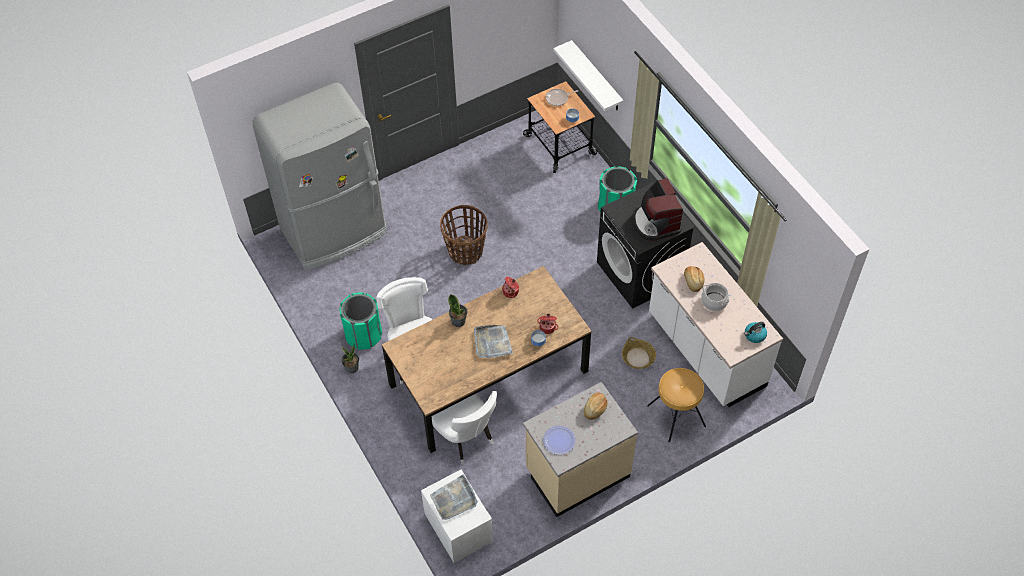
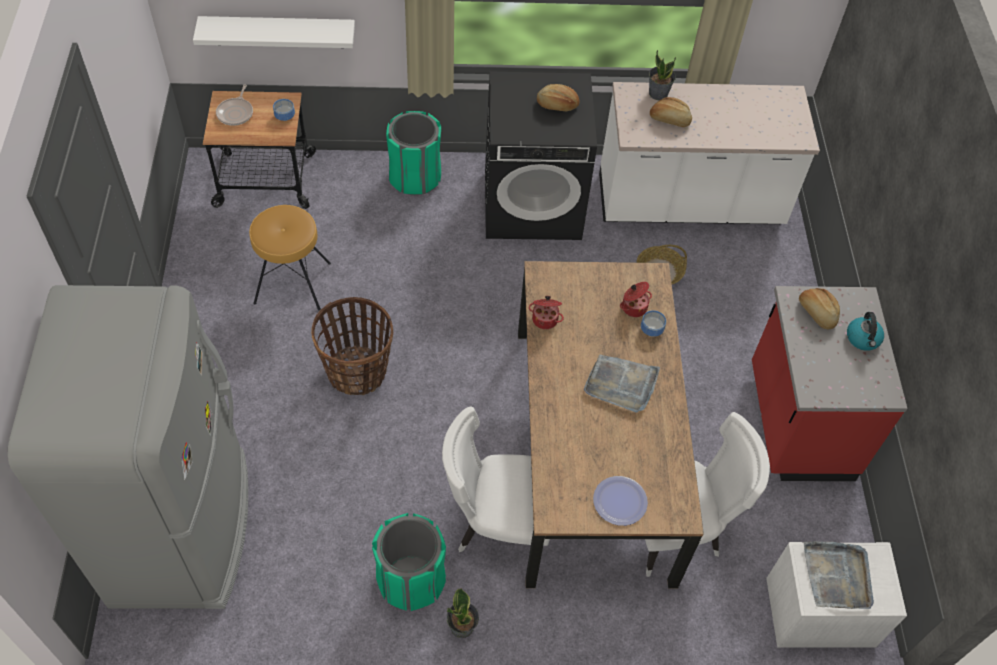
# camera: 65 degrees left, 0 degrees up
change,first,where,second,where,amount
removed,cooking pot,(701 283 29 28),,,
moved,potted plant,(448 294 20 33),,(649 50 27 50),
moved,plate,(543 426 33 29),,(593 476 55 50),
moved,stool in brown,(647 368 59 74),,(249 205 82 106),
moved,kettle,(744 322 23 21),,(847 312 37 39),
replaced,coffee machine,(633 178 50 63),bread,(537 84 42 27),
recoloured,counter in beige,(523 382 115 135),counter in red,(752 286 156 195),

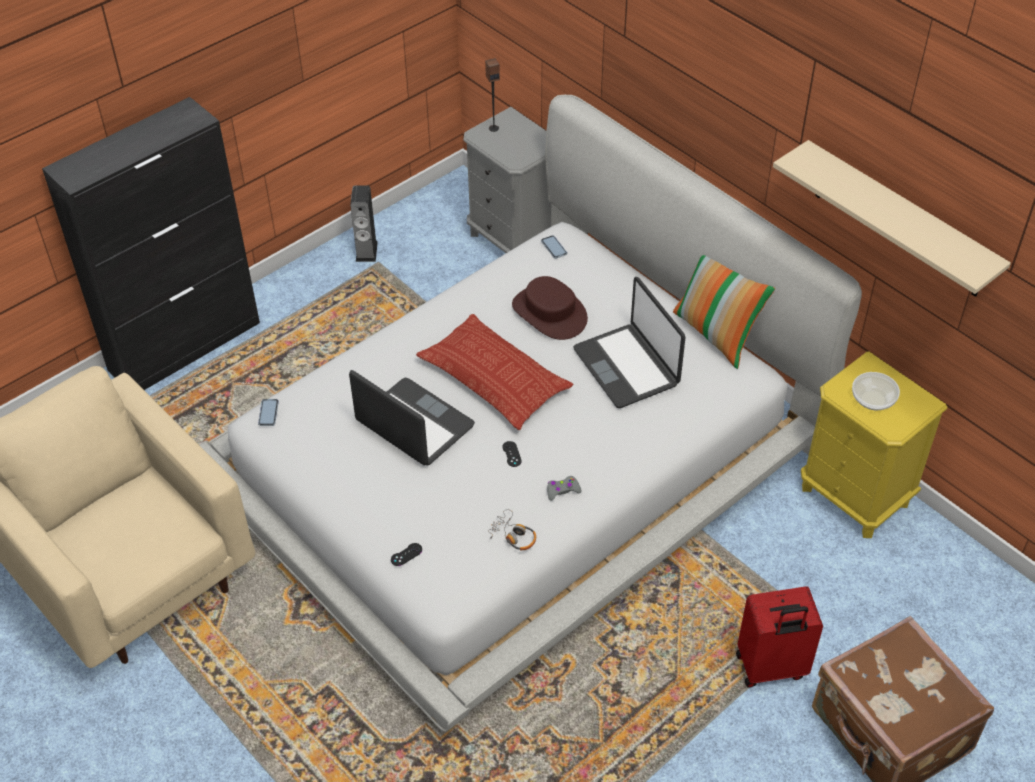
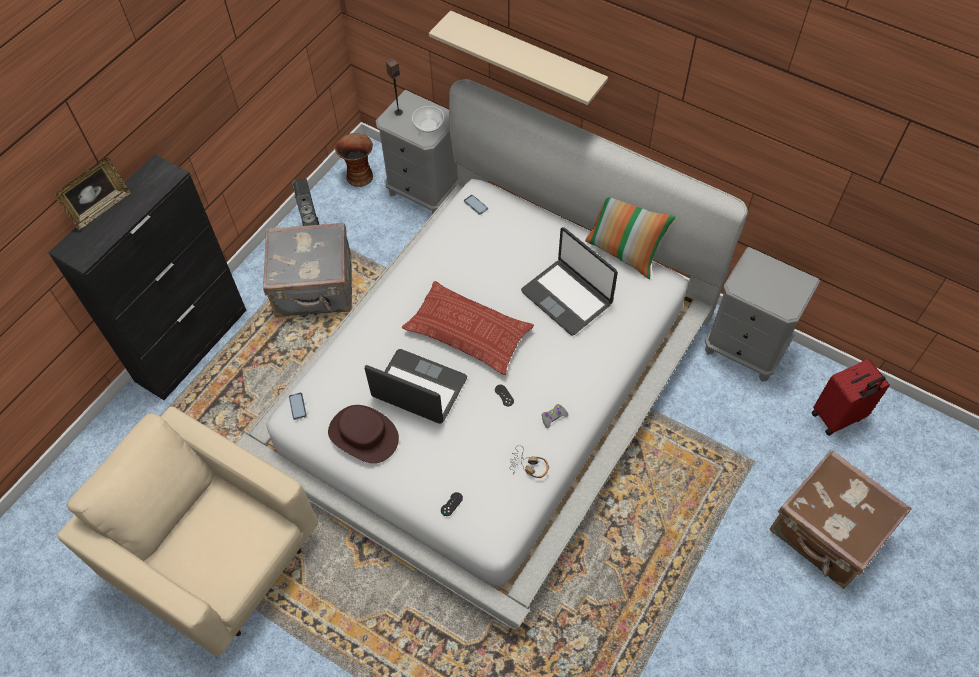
# camera: 15 degrees left, 10 degrees up
change,first,where,second,where,amount
added,,,picture frame,(55 158 76 72),
added,,,suitcase in grey,(263 222 89 95),
added,,,vase,(335 133 38 54),
moved,hat in brown,(512 276 76 64),,(328 405 71 58),
moved,suitcase in red,(736 586 87 101),,(811 359 79 77),
moved,shelf in beige,(773 140 238 157),,(429 10 179 95),
moved,bowl,(852 372 48 38),,(412 106 32 27),
recoloured,nightstand in yellow,(801 351 147 187),nightstand in grey,(705 247 115 135),

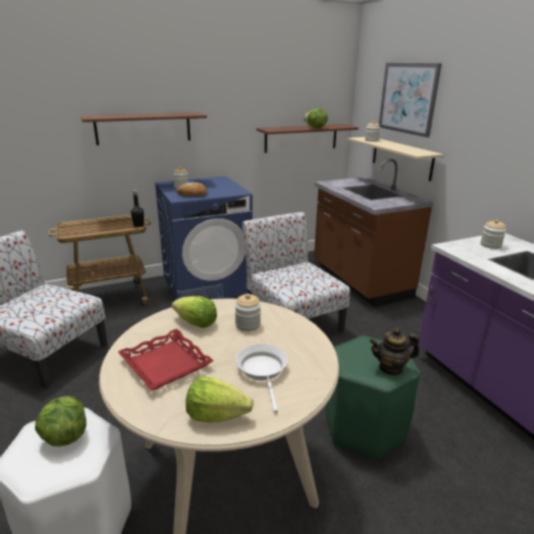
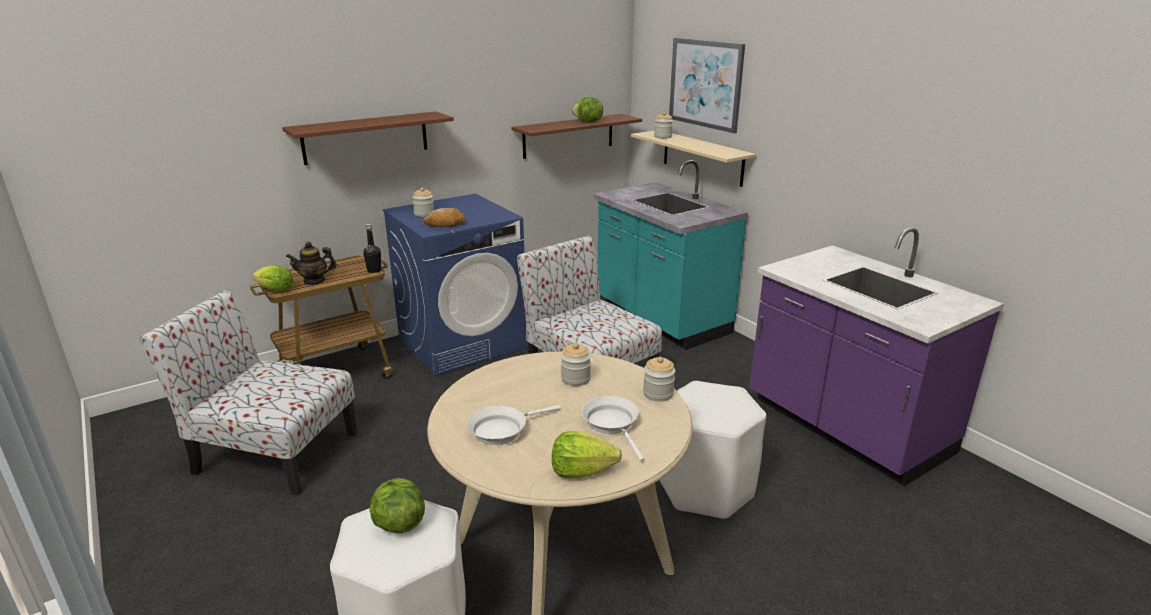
# camera: 10 degrees left, 0 degrees up
change,first,where,second,where,amount
moved,lettuce,(172 296 45 32),,(252 265 42 27),
moved,teapot,(369 328 50 48),,(286 242 51 43),
moved,jar,(480 219 26 30),,(643 357 32 45),
replaced,tray in red,(118 329 96 61),frying pan in white,(467 405 94 40),
recoloured,counter in brown,(314 159 120 148),counter in turquoise,(593 160 155 190),
recoloured,stool in green,(326 335 94 126),stool in white,(660 381 106 139),

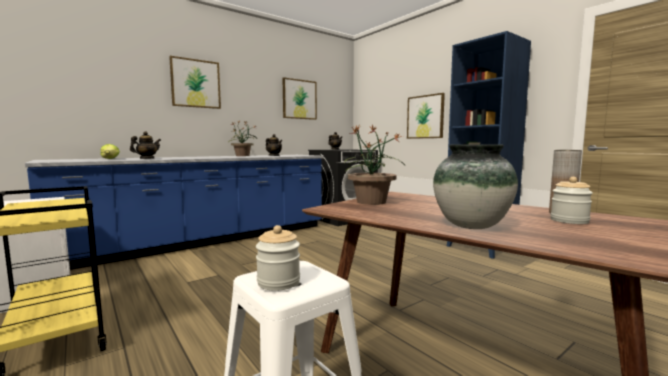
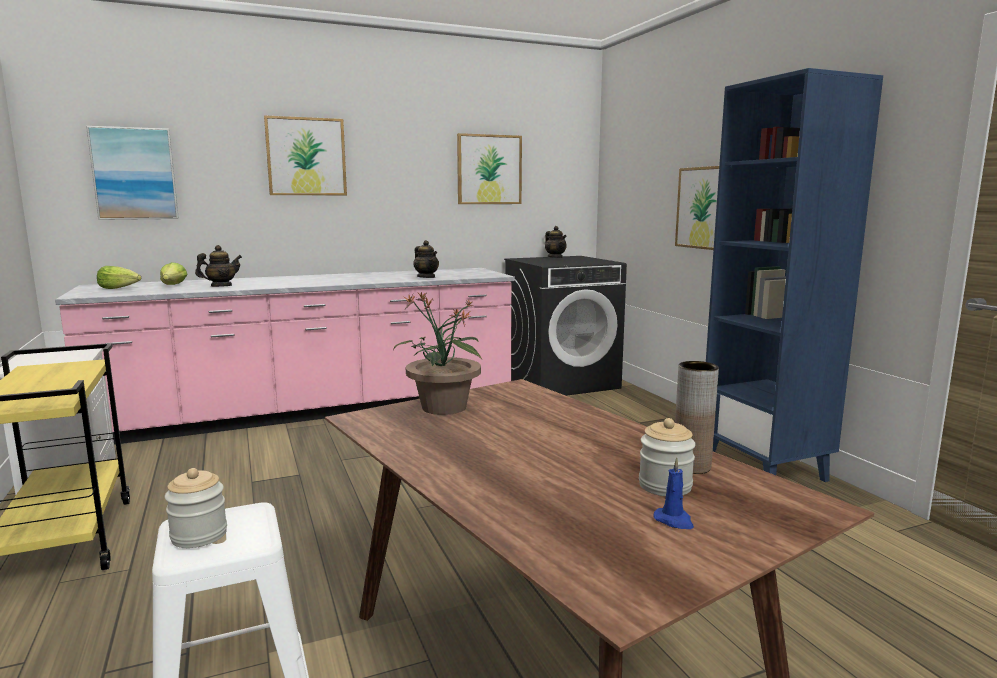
# camera: 15 degrees right, 5 degrees up
change,first,where,second,where,amount
removed,potted plant,(228 121 29 35),,,
removed,vase,(433 145 85 84),,,
added,,,picture,(86 126 93 94),
added,,,lettuce,(97 266 44 23),
added,,,candle in blue,(653 458 41 71),
recoloured,counter in blue,(25 155 299 115),counter in pink,(55 268 460 177),

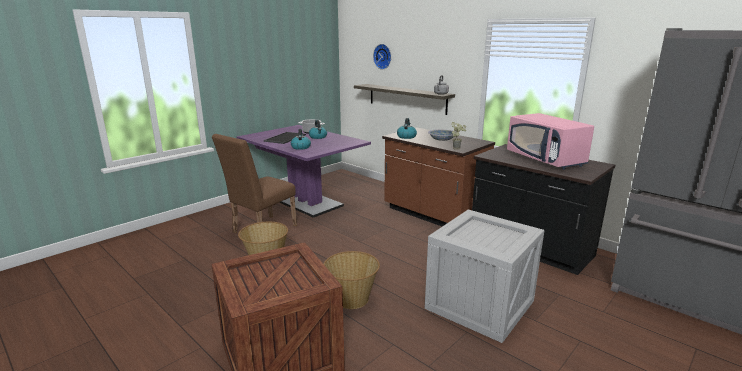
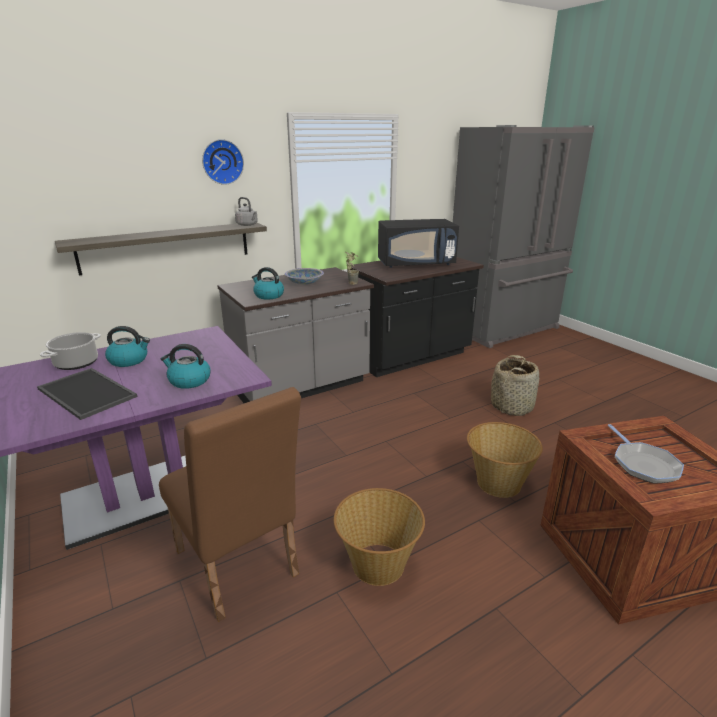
# camera: 75 degrees left, 5 degrees up
change,first,where,second,where,amount
added,,,frying pan,(608 424 76 60),
moved,wall clock,(373 44 18 25),,(202 139 42 46),
replaced,crate,(425 210 119 133),basket,(491 355 48 61),
recoloured,counter in brown,(382 127 113 99),counter in grey,(217 267 157 136),
recoloured,microwave in pink,(507 113 87 57),microwave in black,(378 219 81 49),

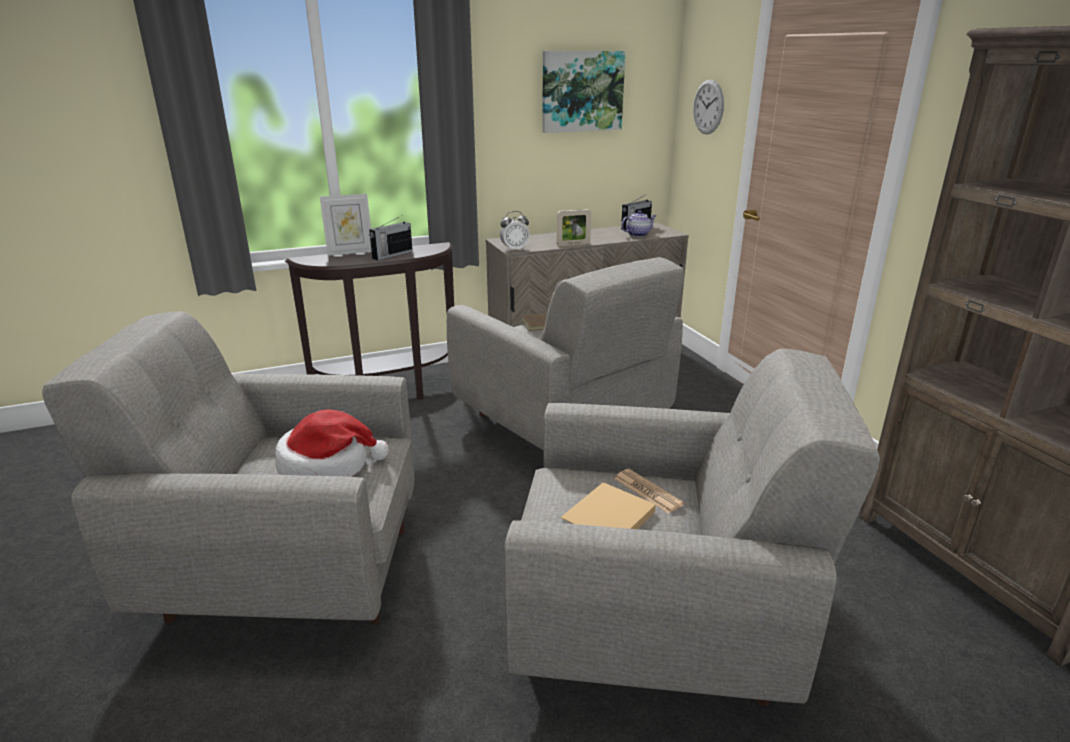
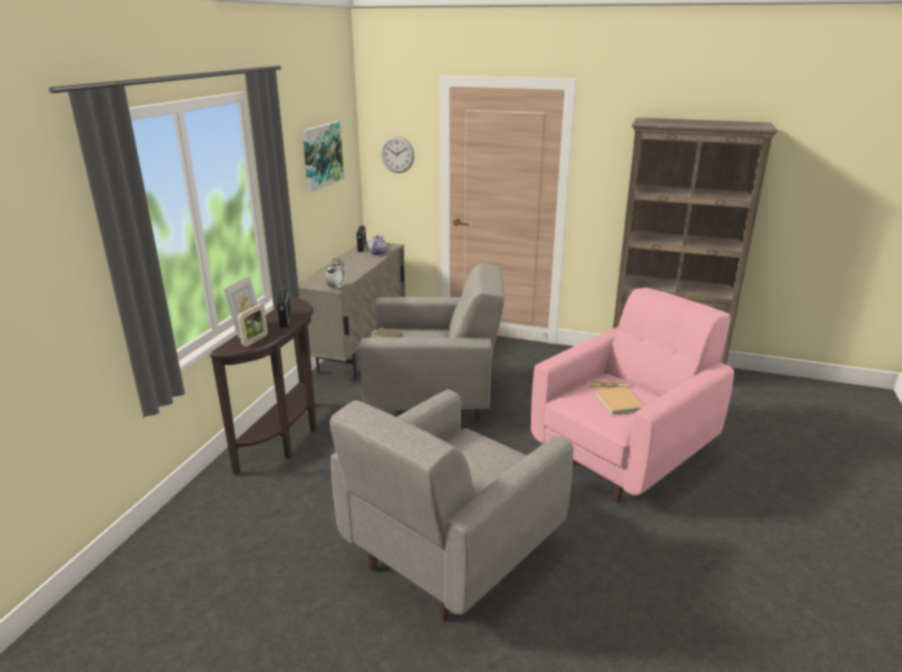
# camera: 50 degrees left, 0 degrees up
change,first,where,second,where,amount
removed,hat,(275 409 114 68),,,
moved,picture frame,(557 209 34 37),,(238 303 30 44),
recoloured,armchair in grey,(504 348 376 358),armchair in pink,(531 288 203 215),

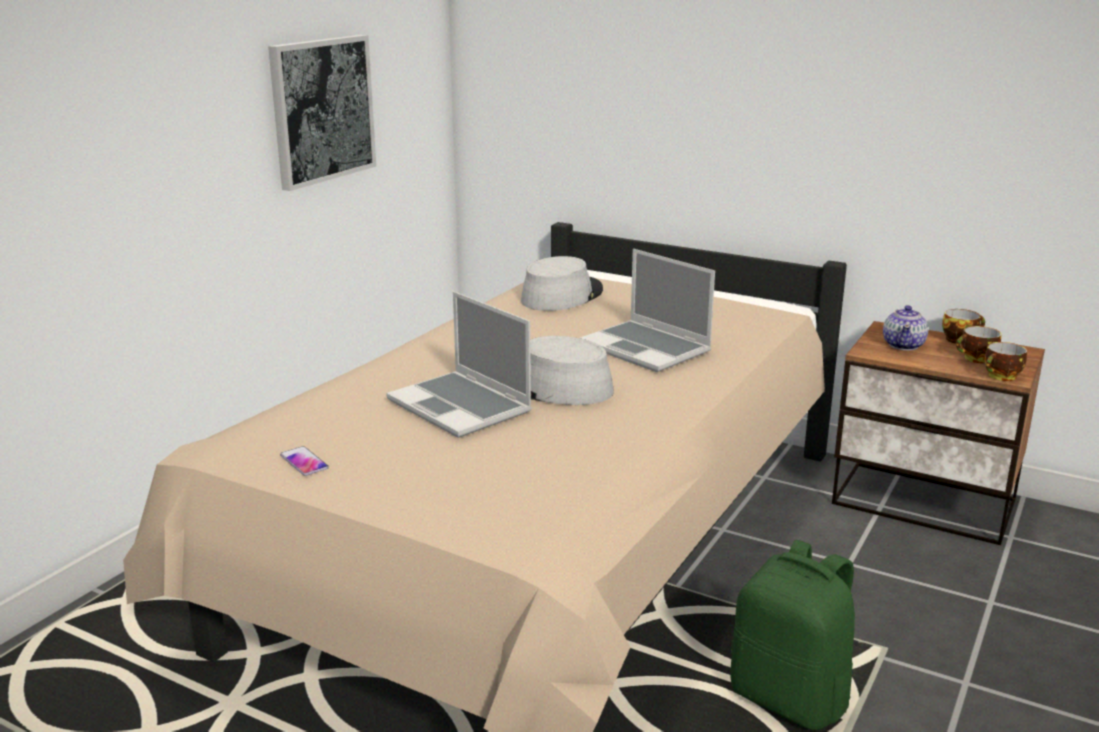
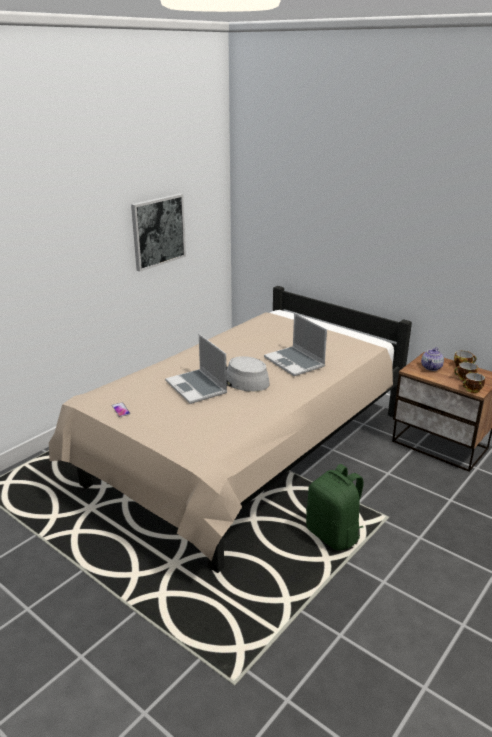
# camera: 10 degrees right, 5 degrees up
change,first,where,second,where,amount
removed,hat in grey,(521 256 82 55),,,

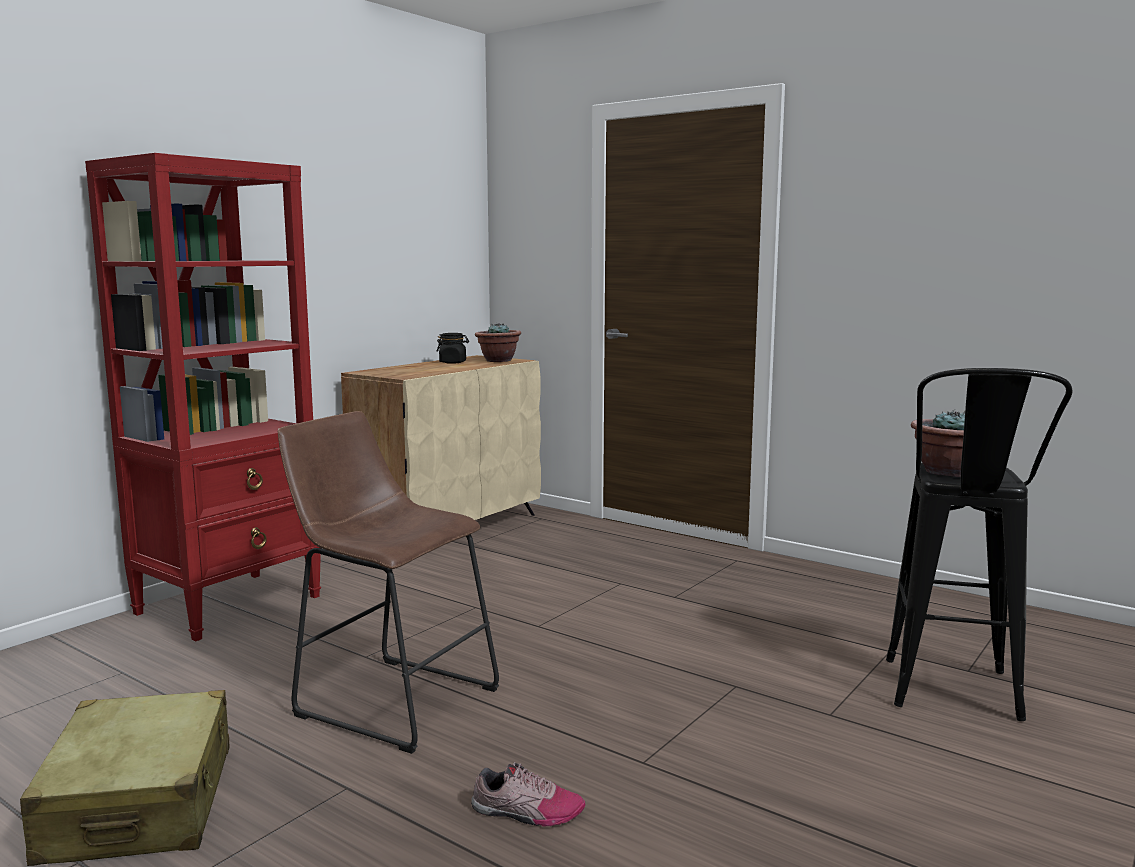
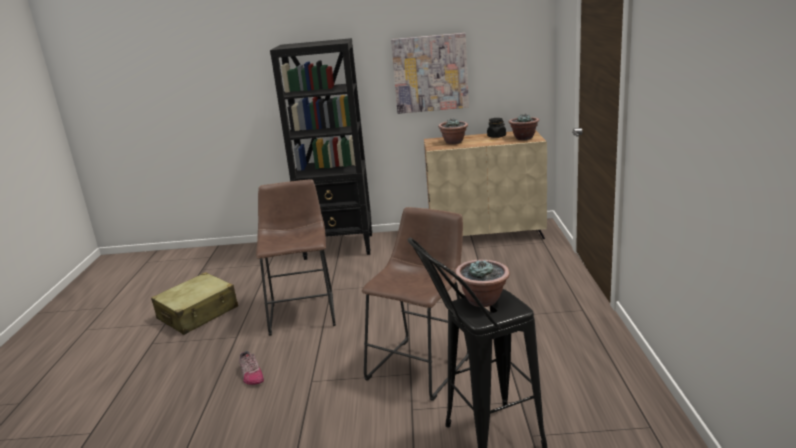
# camera: 55 degrees right, 10 degrees up
change,first,where,second,where,amount
added,,,stool in brown,(362 207 107 194),
added,,,picture,(391 33 78 81),
added,,,potted plant,(438 119 30 25),
recoloured,bookcase in red,(85 153 236 488),bookcase in black,(270 38 102 222),

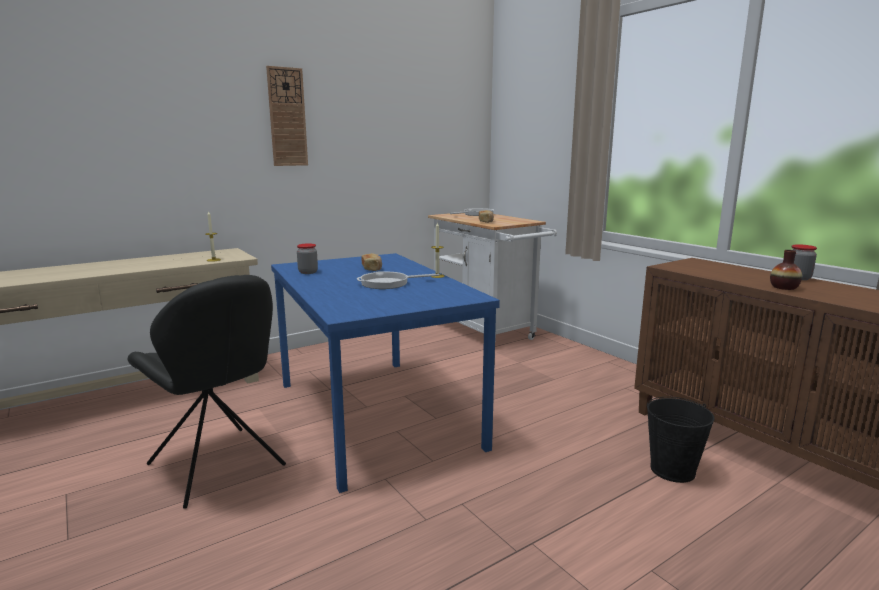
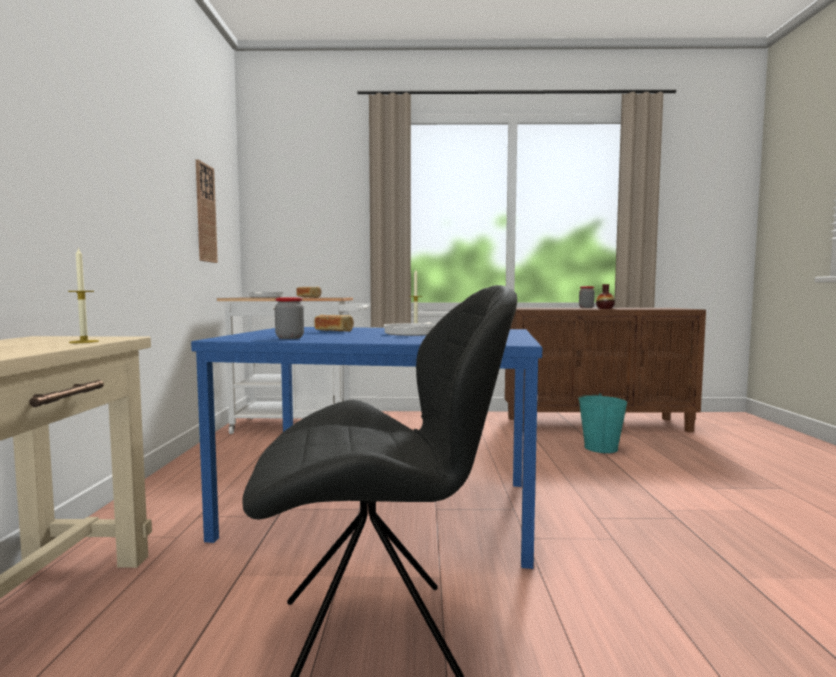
# camera: 55 degrees left, 10 degrees down
change,first,where,second,where,amount
moved,wall clock,(266 66 42 100),,(196 159 22 104),
recoloured,bucket in black,(647 397 68 86),bucket in turquoise,(578 394 49 59),

